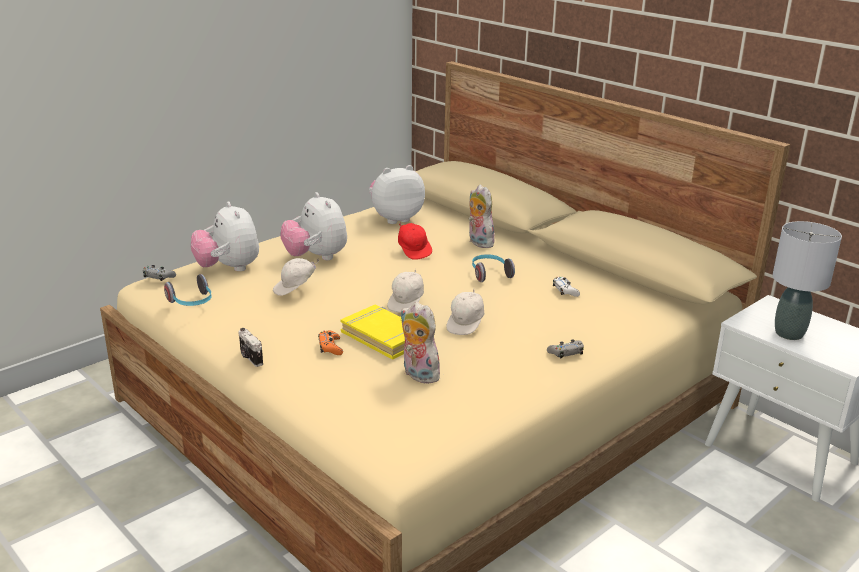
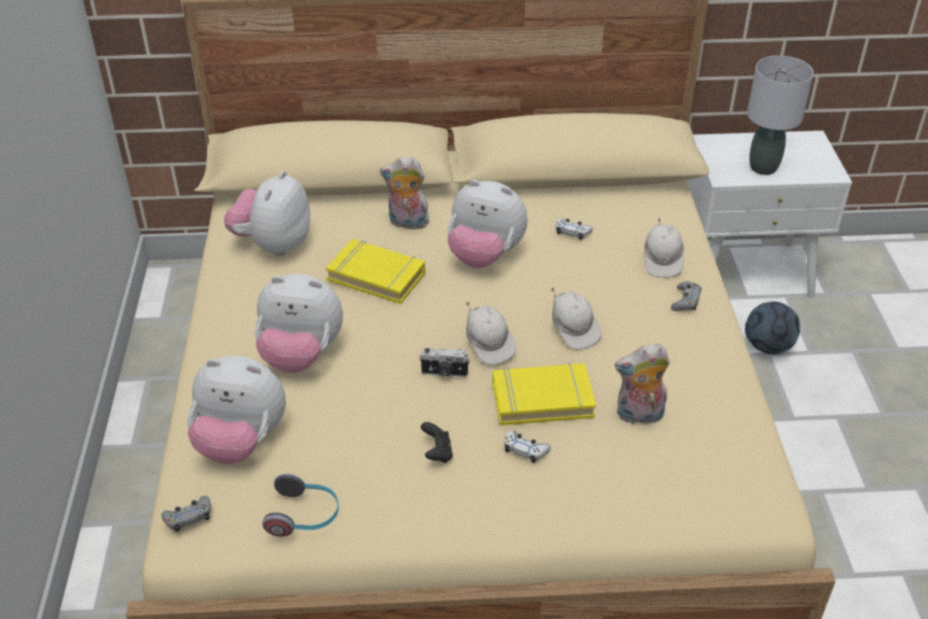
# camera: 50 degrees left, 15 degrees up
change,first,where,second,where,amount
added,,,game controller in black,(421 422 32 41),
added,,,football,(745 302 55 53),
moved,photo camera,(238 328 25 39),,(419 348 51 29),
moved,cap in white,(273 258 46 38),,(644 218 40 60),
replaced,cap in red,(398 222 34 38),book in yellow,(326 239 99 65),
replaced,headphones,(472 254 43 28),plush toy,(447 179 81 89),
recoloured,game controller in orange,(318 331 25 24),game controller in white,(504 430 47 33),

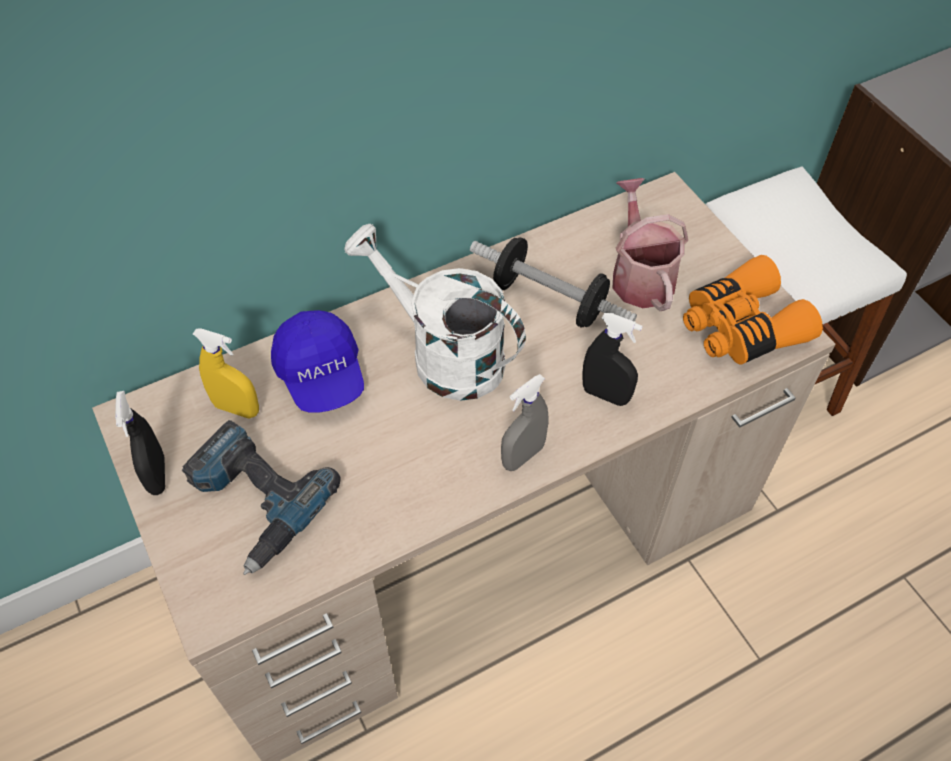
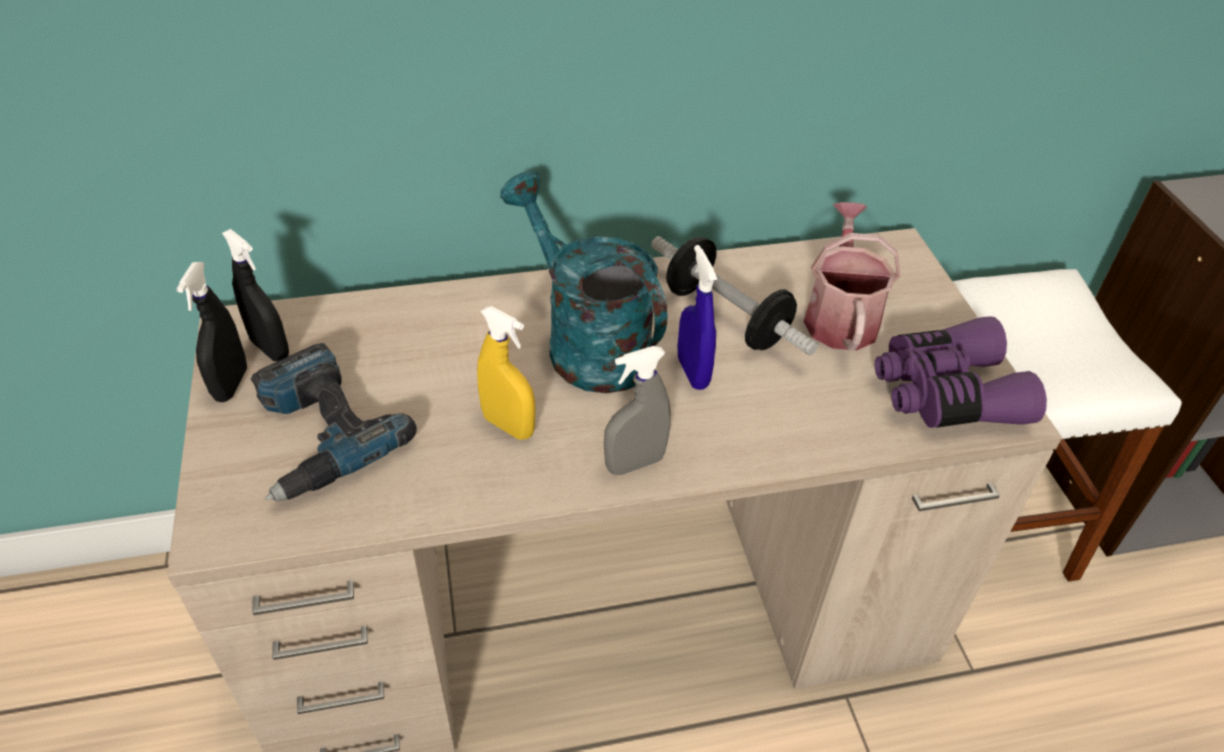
# camera: 15 degrees right, 10 degrees down
change,first,where,second,where,amount
removed,cap in blue,(271 310 93 103),,,
added,,,spray bottle in blue,(678 245 39 145),
moved,spray bottle in yellow,(193 328 66 90),,(477 306 58 134),
moved,spray bottle in black,(582 313 61 93),,(222 229 67 132),
recoloured,watering can in white,(344 224 182 177),watering can in turquoise,(500 171 168 223),
recoloured,binoculars in orange,(683 255 140 110),binoculars in purple,(875 316 172 112),

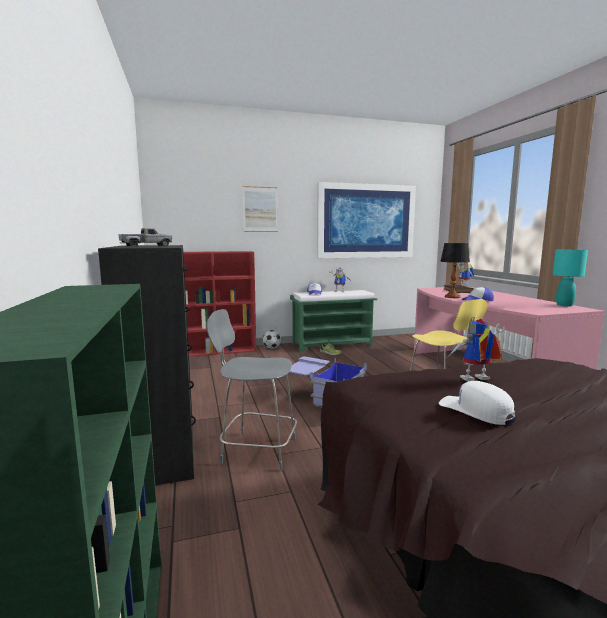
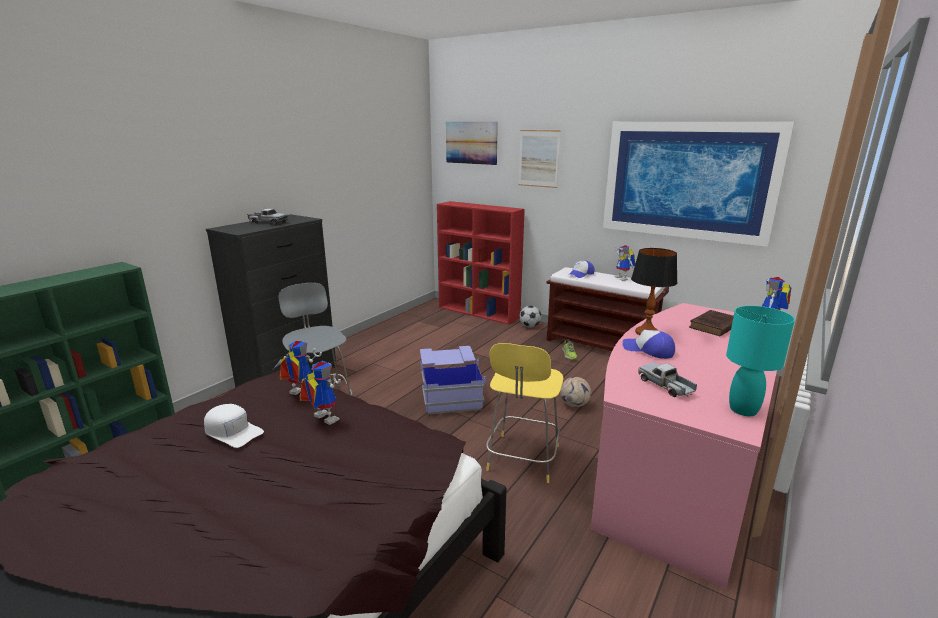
# camera: 50 degrees right, 10 degrees up
change,first,where,second,where,amount
added,,,toy robot,(273 341 49 54),
added,,,picture,(446 122 52 43),
added,,,football,(560 377 31 30),
added,,,toy truck,(638 363 59 34),
recoloured,bench in green,(290 290 87 61),bench in brown,(546 267 123 84),
turned,cap in white,(439 381 77 44),,(204 404 60 44),105 degrees clockwise

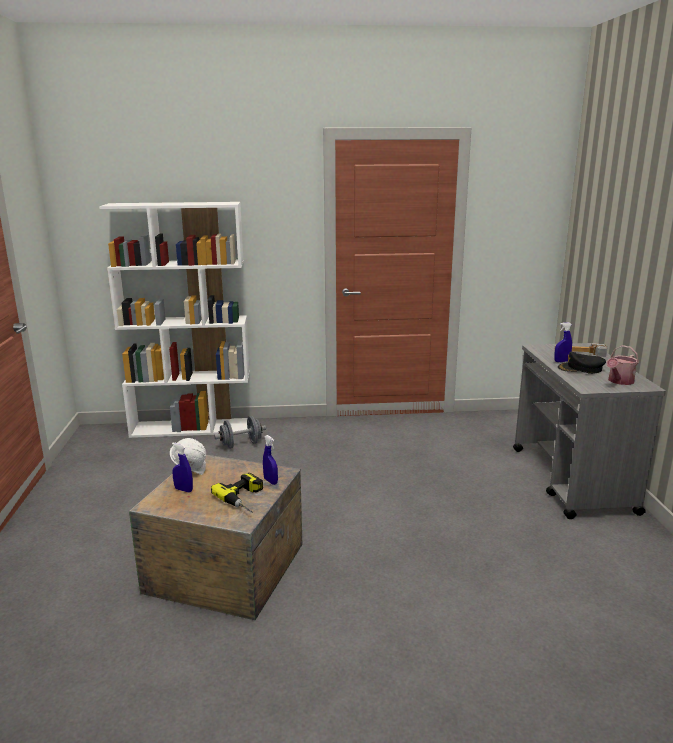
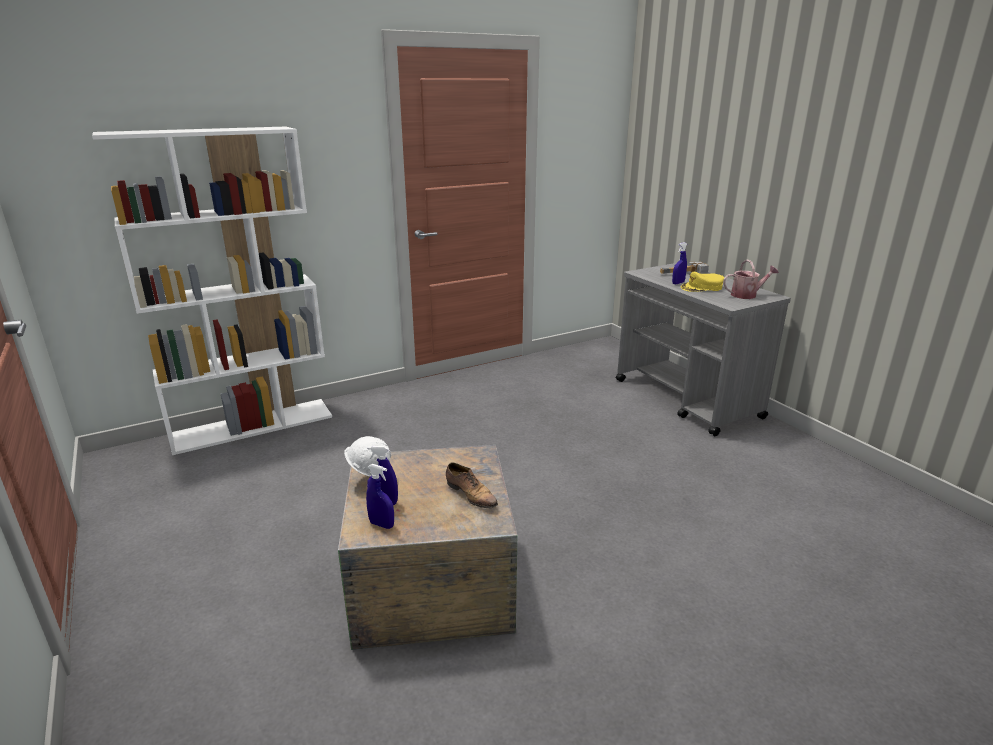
# camera: 25 degrees left, 5 degrees up
change,first,where,second,where,amount
removed,dumbbell in grey,(214 416 52 33),,,
moved,spray bottle in blue,(263 435 15 50),,(366 464 28 65),
replaced,power drill,(211 473 52 40),shoe,(446 462 52 46),
recoloured,cap in black,(558 352 48 22),cap in yellow,(680 272 45 20),
turned,watering can,(606 345 33 40),,(723 259 56 40),120 degrees counterclockwise

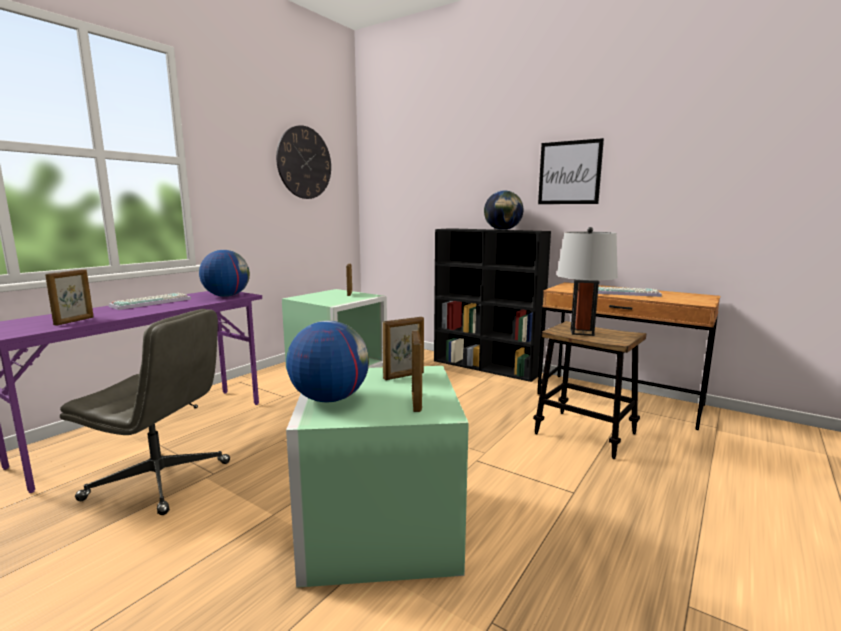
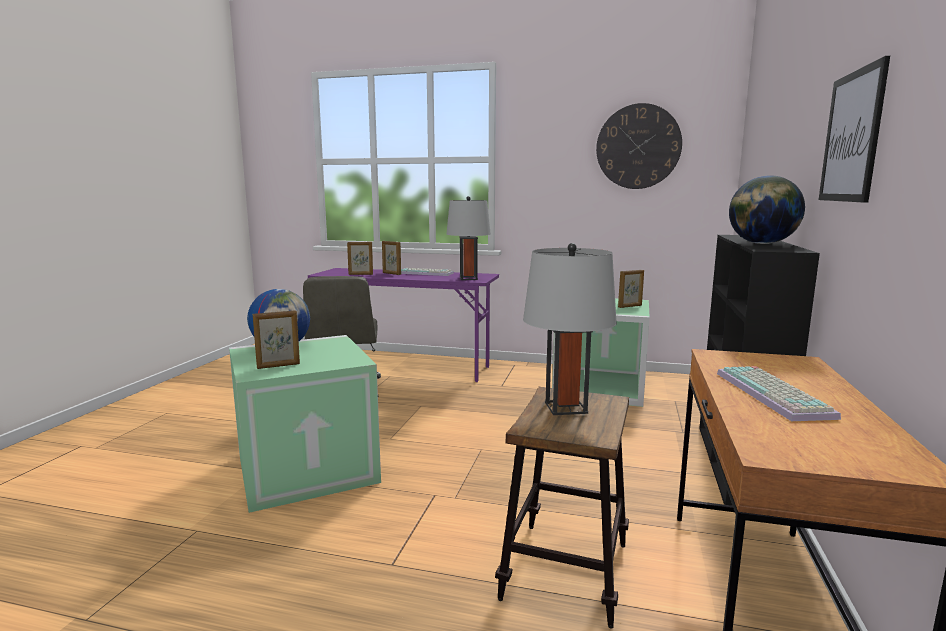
# camera: 70 degrees right, 0 degrees up
change,first,where,second,where,amount
moved,picture frame,(383 317 41 63),,(382 241 19 34),
replaced,globe,(199 250 51 47),table lamp in grey,(446 196 45 84),

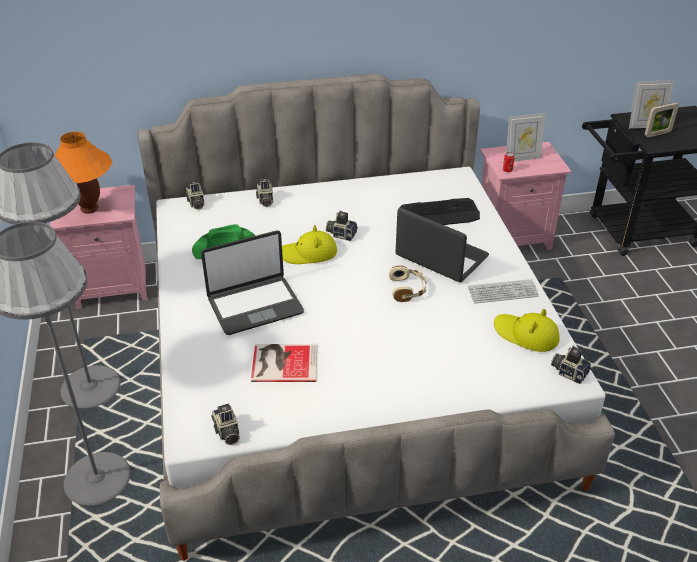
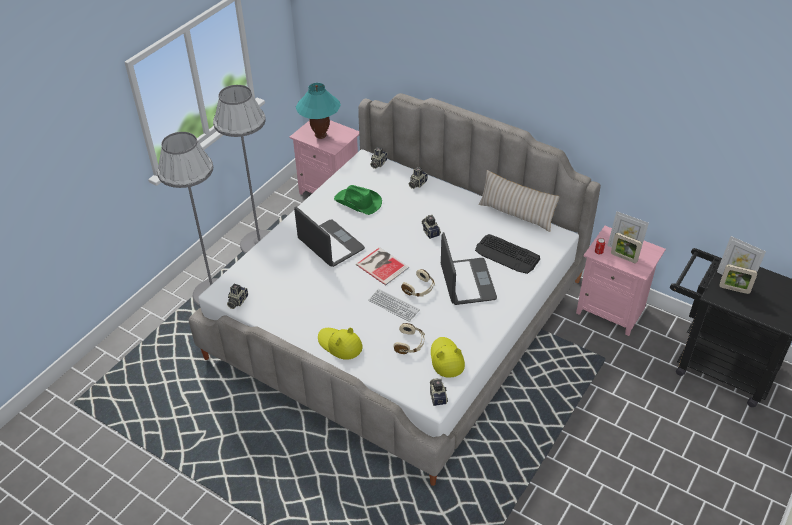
# camera: 45 degrees right, 5 degrees up
change,first,where,second,where,amount
added,,,headphones in beige,(394 323 31 31),
added,,,pillow in beige,(479 170 81 62),
added,,,picture frame,(611 233 31 30),
moved,book,(251 344 66 38),,(356 247 53 38),
moved,hat in yellow,(282 225 55 39),,(318 328 45 32),
moved,keyboard,(468 279 71 24),,(368 289 52 33),
recoloured,table lamp in orange,(55 132 58 82),table lamp in turquoise,(296 83 45 56),
turned,laptop,(201 231 103 104),,(294 207 71 60),150 degrees counterclockwise

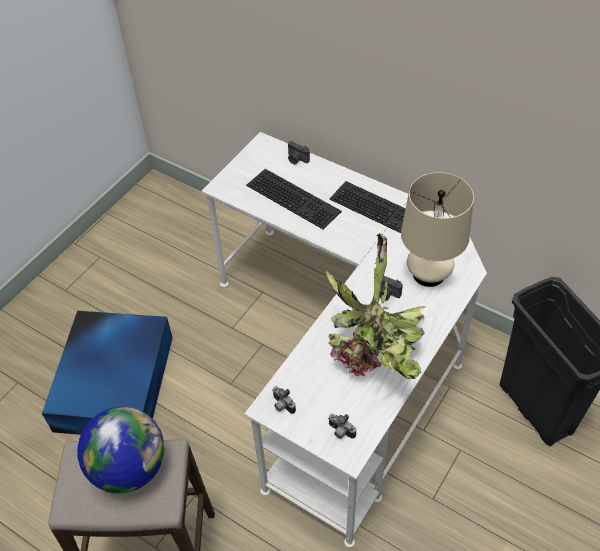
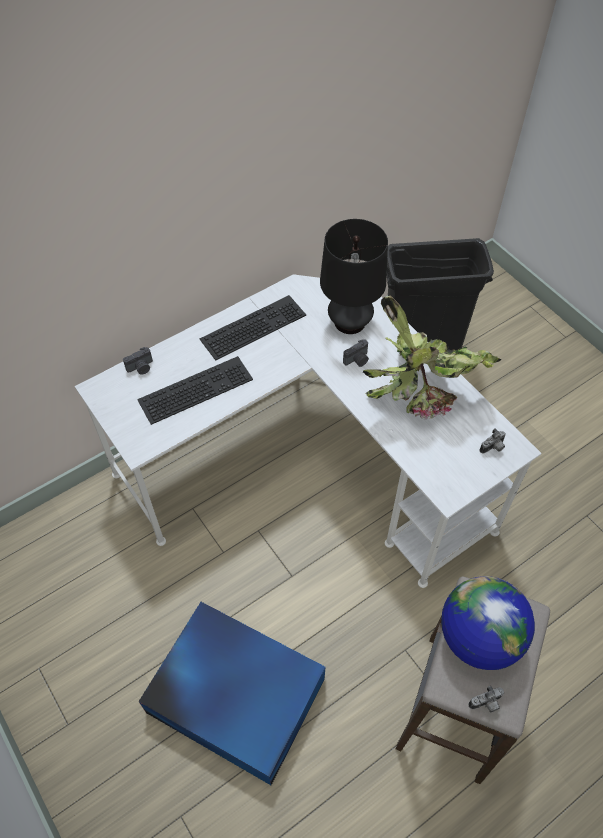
# camera: 70 degrees left, 5 degrees up
change,first,where,second,where,amount
moved,photo camera,(272 386 24 28),,(468 686 36 26),
recoloured,table lamp in beige,(401 172 73 115),table lamp in black,(320 219 68 115),

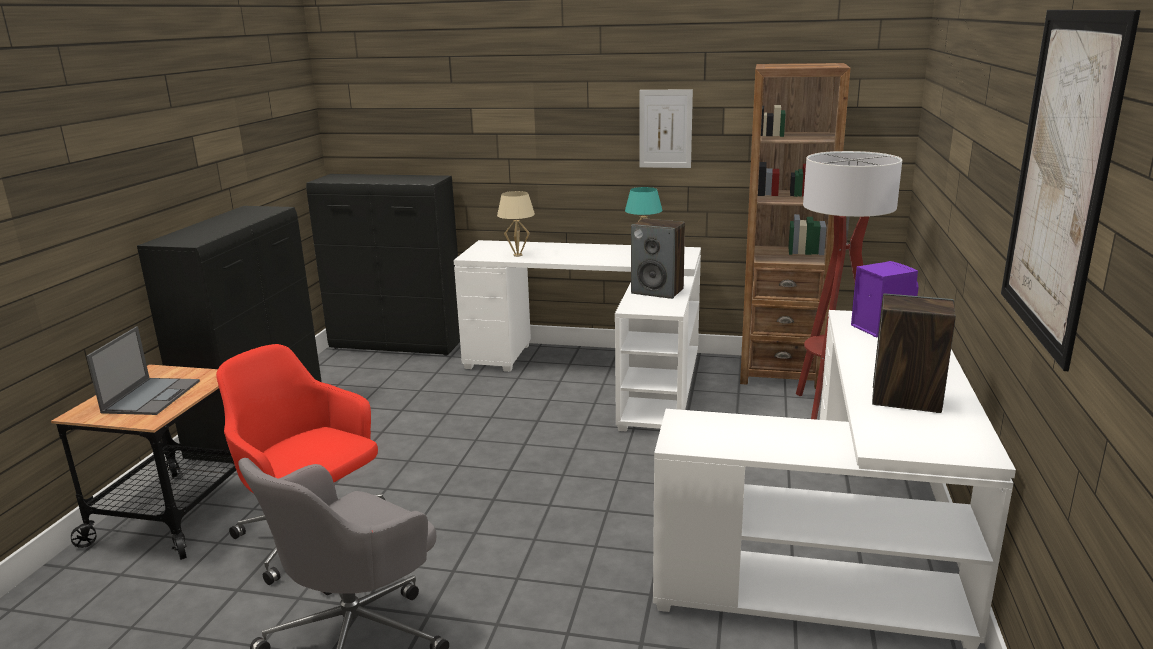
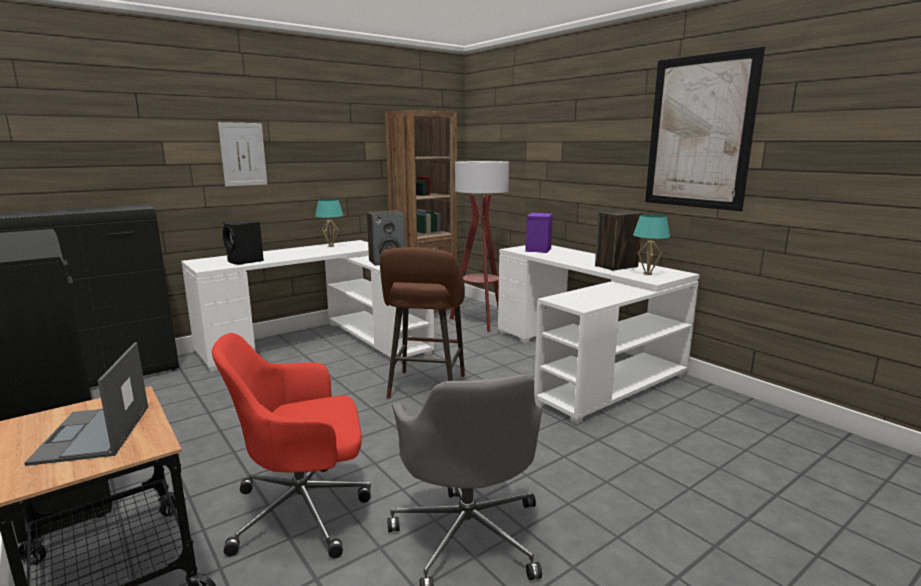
# camera: 50 degrees left, 5 degrees down
change,first,where,second,where,amount
added,,,stool in brown,(380 247 85 152),
added,,,table lamp in turquoise,(633 214 37 61),
moved,picture,(639 89 54 79),,(218 122 49 64),
replaced,table lamp in beige,(497 191 38 66),speaker in black,(222 220 42 45),
turned,laptop,(86 327 114 88),,(24 342 124 124),150 degrees counterclockwise

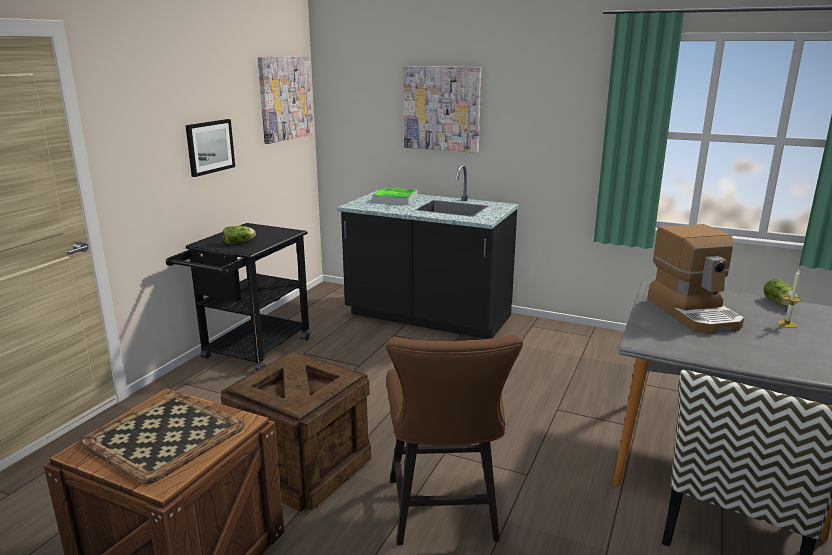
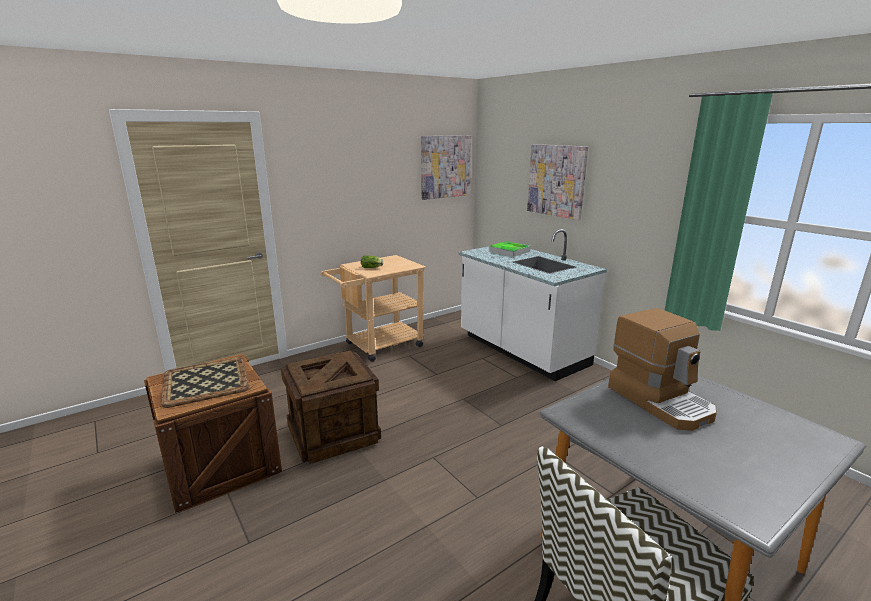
# camera: 30 degrees right, 0 degrees up
change,first,where,second,where,amount
removed,picture,(185 119 50 58),,,
removed,chair in brown,(386 335 137 210),,,
removed,lettuce,(764 279 33 27),,,
removed,candle,(777 270 24 58),,,
recoloured,cart in black,(166 223 144 148),cart in beige,(321 255 105 107),
recoloured,counter in black,(337 165 182 174),counter in white,(459 229 148 152),
turned,coffee machine,(648 224 96 110),,(608 308 109 123),45 degrees counterclockwise

